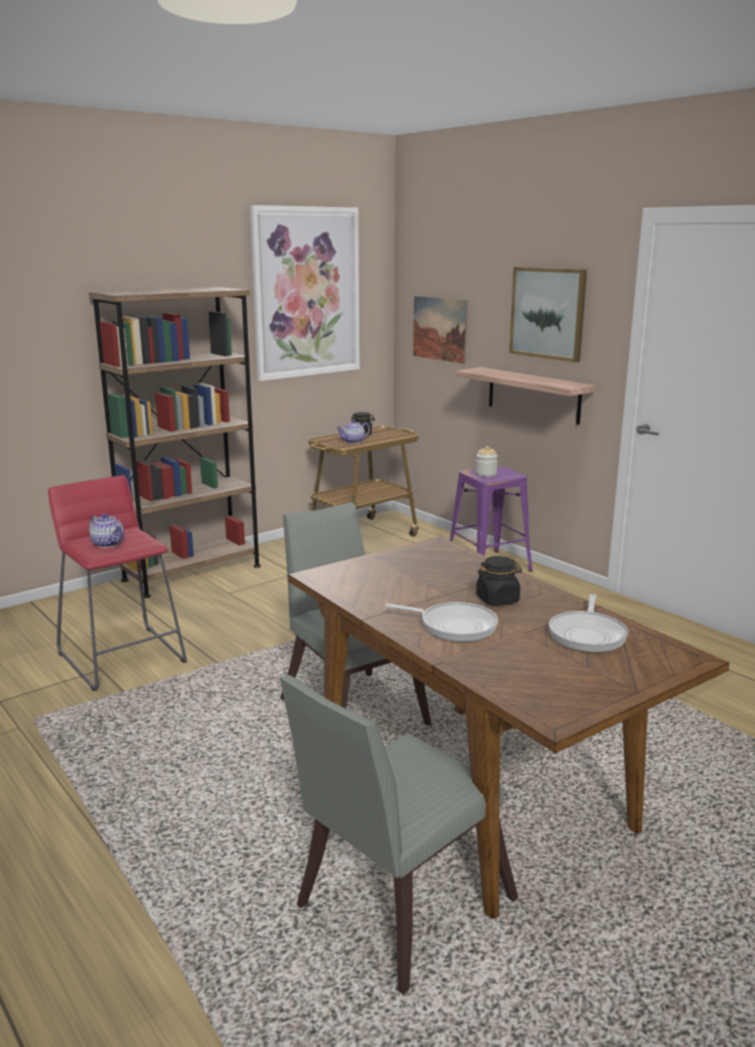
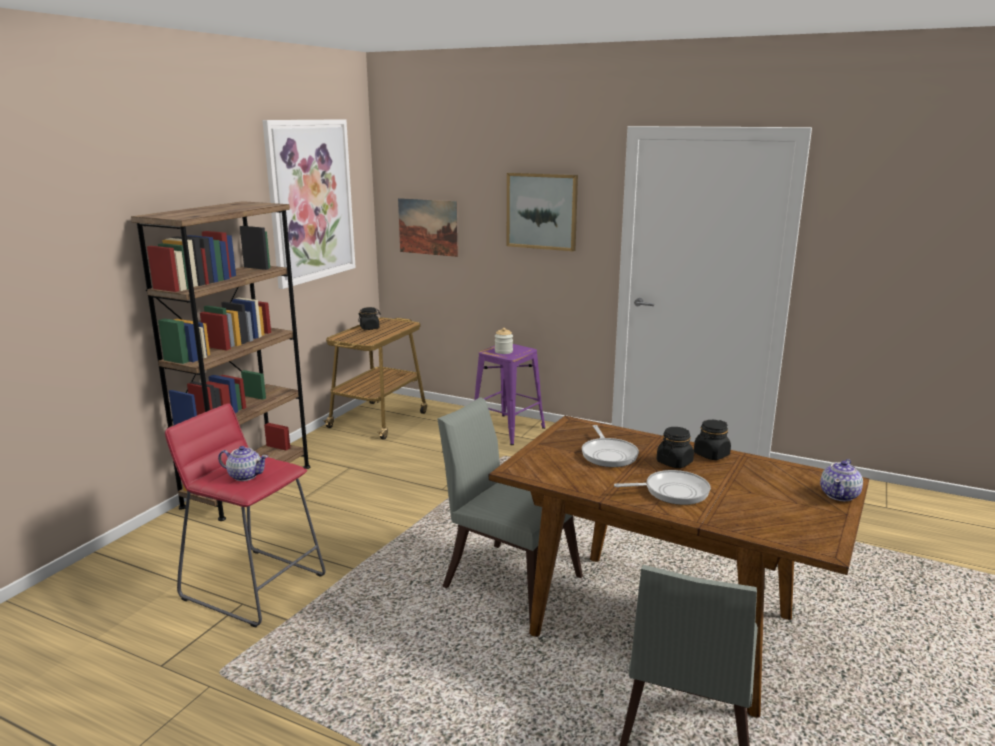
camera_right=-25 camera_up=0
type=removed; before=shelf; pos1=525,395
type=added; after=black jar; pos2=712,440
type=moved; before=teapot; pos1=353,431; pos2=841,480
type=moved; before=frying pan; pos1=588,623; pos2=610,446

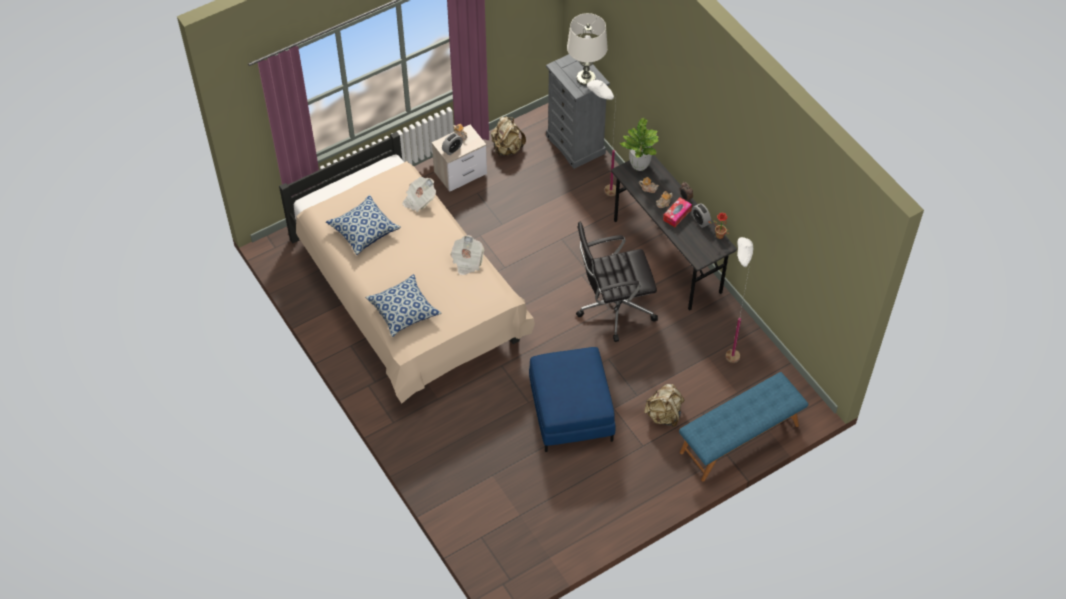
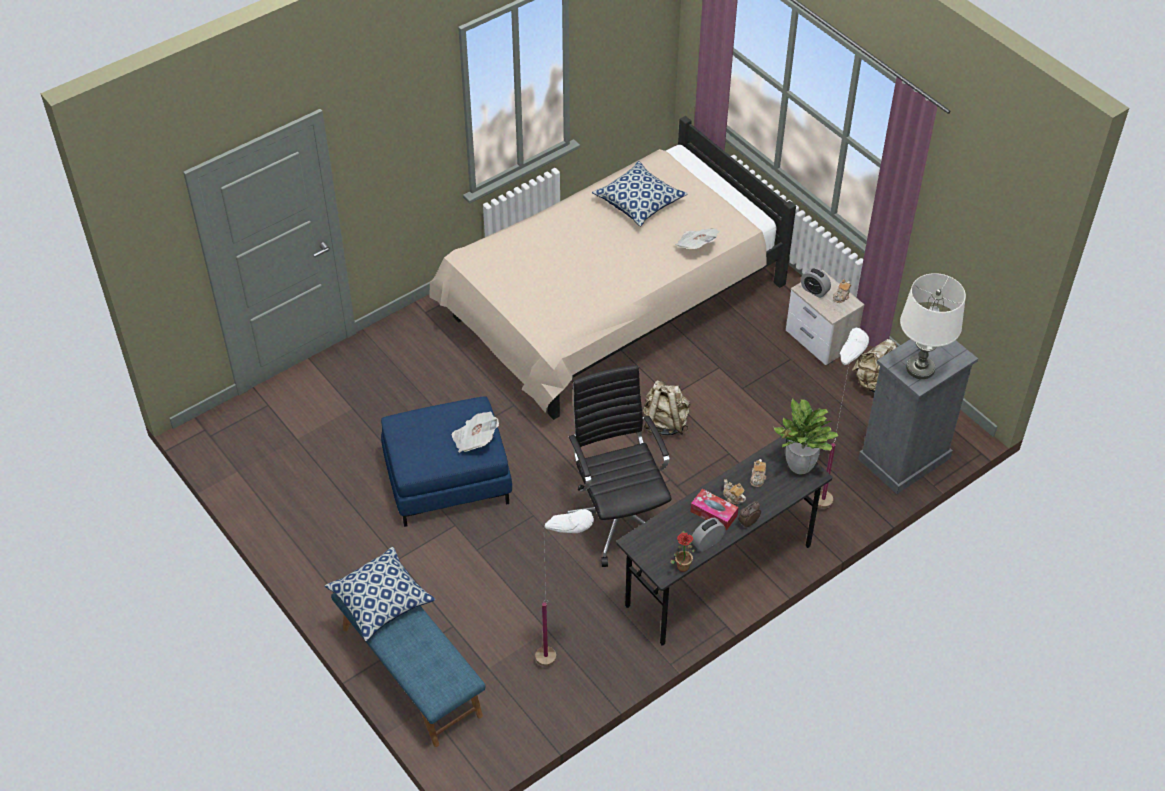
camera_right=85 camera_up=-5
type=moved; before=pillow; pos1=403,305; pos2=380,594
type=moved; before=newspaper; pos1=467,255; pos2=475,432
type=moved; before=beige backpack; pos1=664,405; pos2=666,407

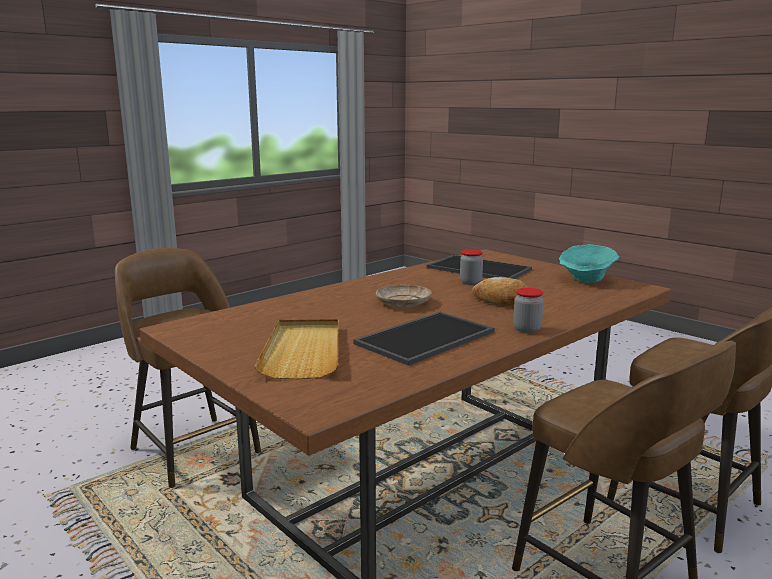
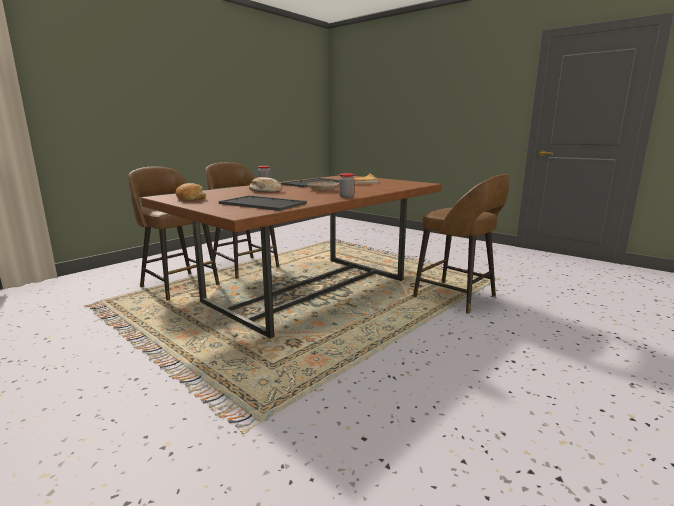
camera_right=175 camera_up=0
type=moved; before=jar; pos1=471,267; pos2=347,185
type=replaced; before=turquoise bowl; after=bread; pos1=589,263; pos2=191,192

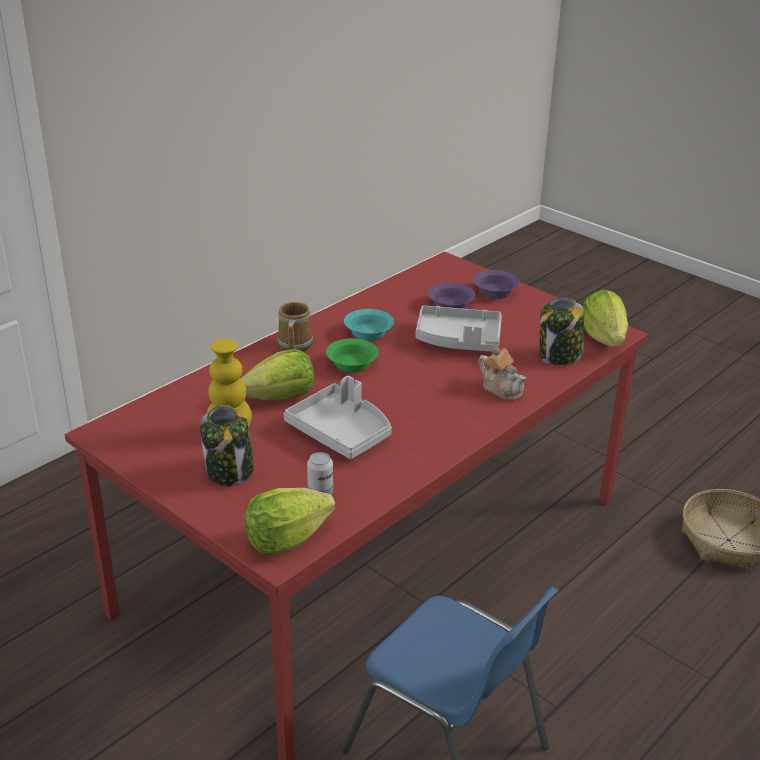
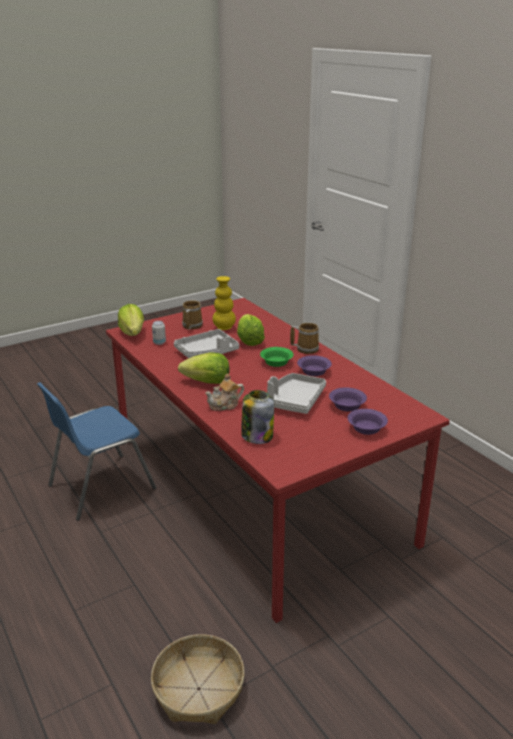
camera_right=105 camera_up=-5
type=moved; before=lettuce; pos1=605,318; pos2=204,368
type=replaced; before=jar; after=mug; pos1=227,445; pos2=192,315
type=recoloured; before=turquoise bowl; after=purple bowl; pos1=369,325; pos2=314,365

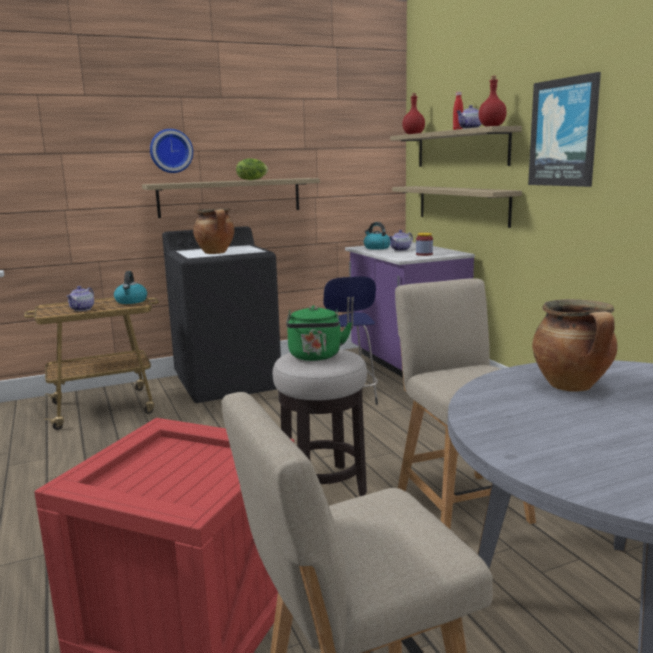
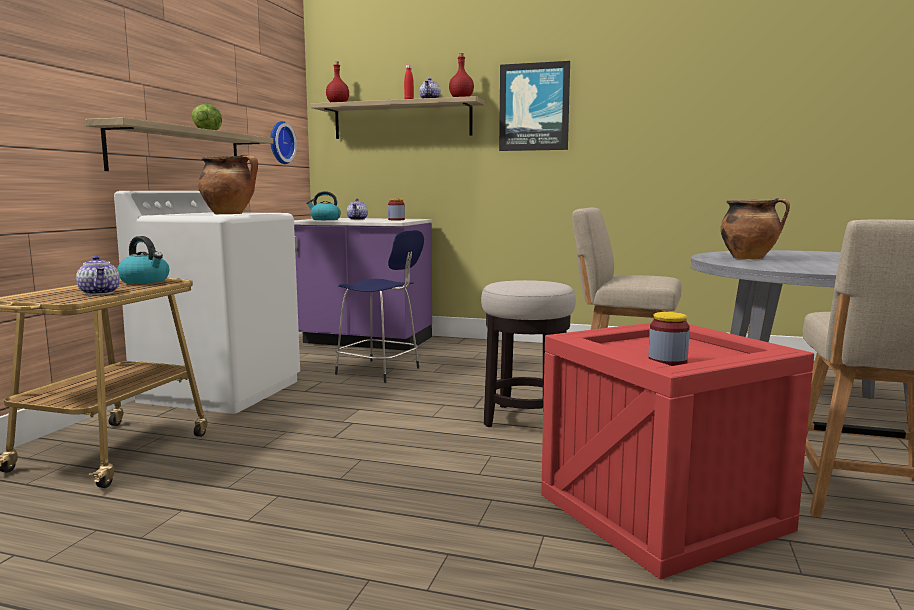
camera_right=-50 camera_up=-5
type=removed; before=green kettle; pos1=319,333
type=removed; before=shelf; pos1=457,207
type=added; after=jar; pos2=669,339
type=moved; before=wall clock; pos1=171,151; pos2=283,142
type=recoloured; before=black washing machine; after=white washing machine; pos1=221,314; pos2=207,302

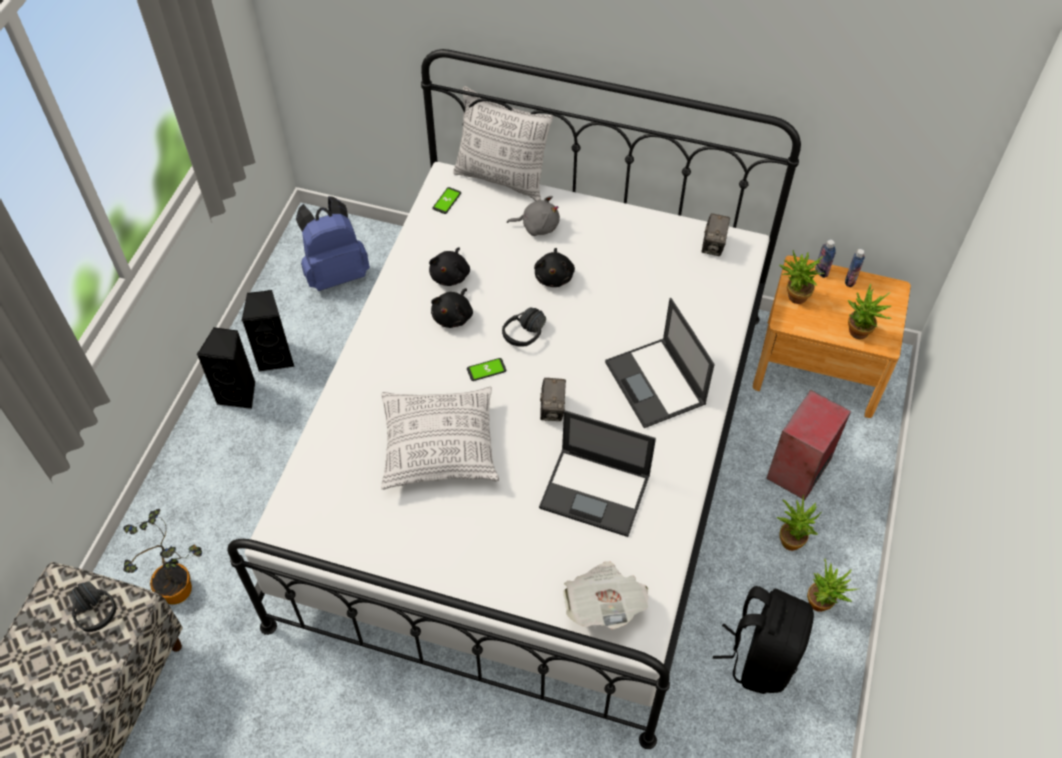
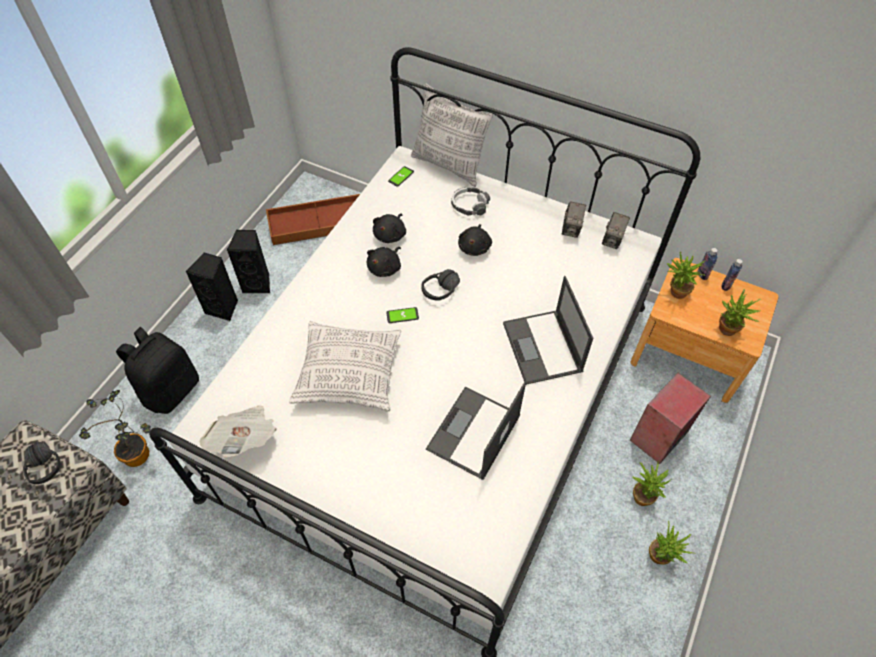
camera_right=10 camera_up=0
type=moved; before=photo camera; pos1=553,399; pos2=574,219
type=moved; before=newspaper; pos1=606,595; pos2=238,431
type=moved; before=black backpack; pos1=763,640; pos2=157,370
type=replaced; before=blue backpack; after=brown storage box; pos1=333,243; pos2=313,219
type=replaced; before=grey plush toy; after=headphones; pos1=533,216; pos2=470,201
type=turned; before=laptop; pos1=597,474; pos2=476,431; turn=90

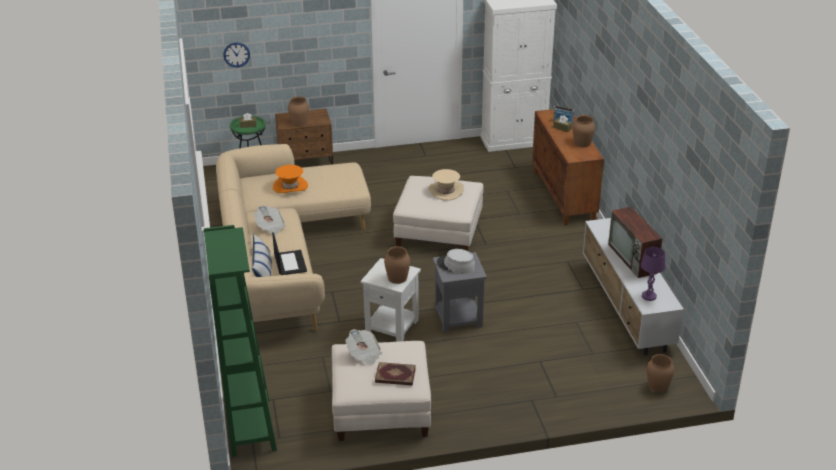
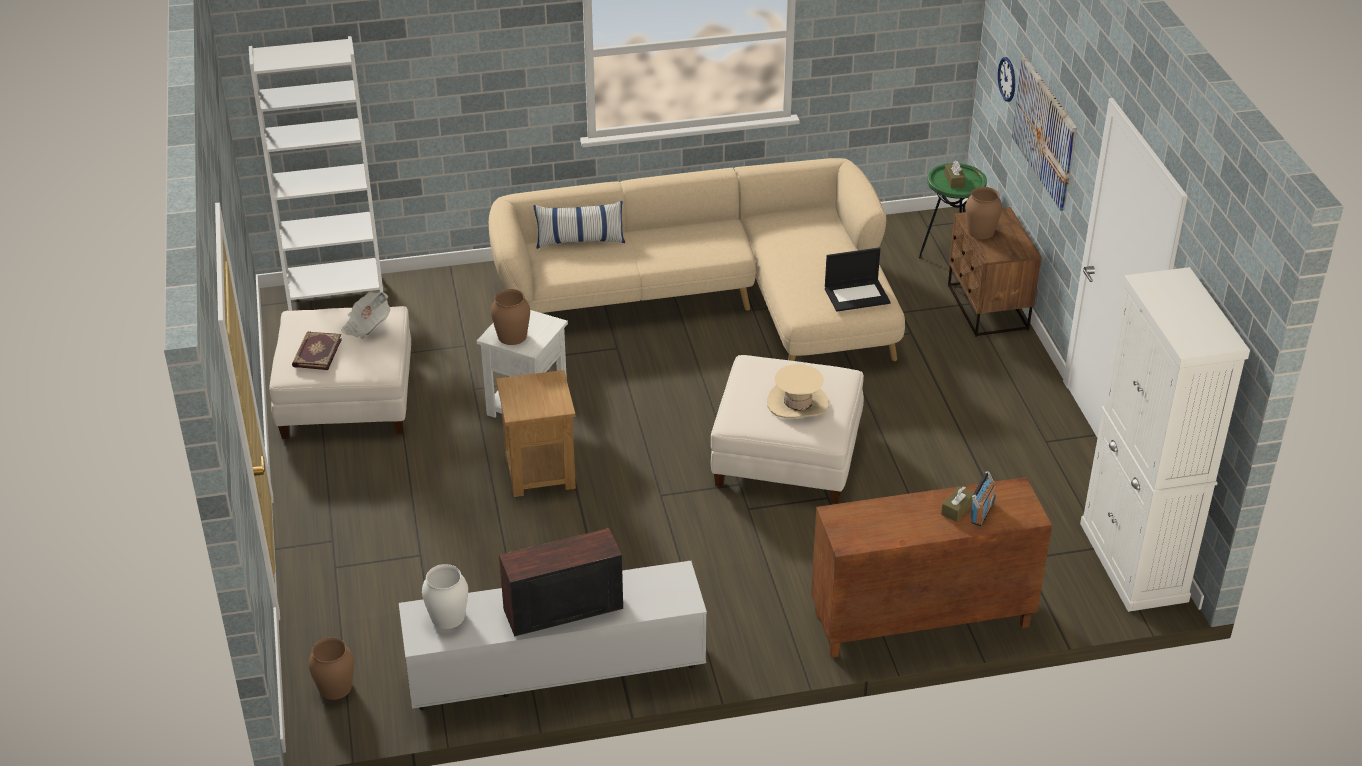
camera_right=90 camera_up=5
type=removed; before=newspaper; pos1=270,220
type=removed; before=orange hat; pos1=290,179
type=removed; before=grey hat; pos1=456,261
type=removed; before=brown vase; pos1=583,131
type=added; after=picture; pos2=1044,133
type=moved; before=laptop; pos1=289,253; pos2=857,279
type=replaced; before=purple table lamp; after=white vase; pos1=653,274; pos2=445,596
type=recoloured; before=green bookcase; after=white bookcase; pos1=240,341; pos2=316,173
type=recoloured; before=grey side table; after=brown side table; pos1=460,292; pos2=536,433

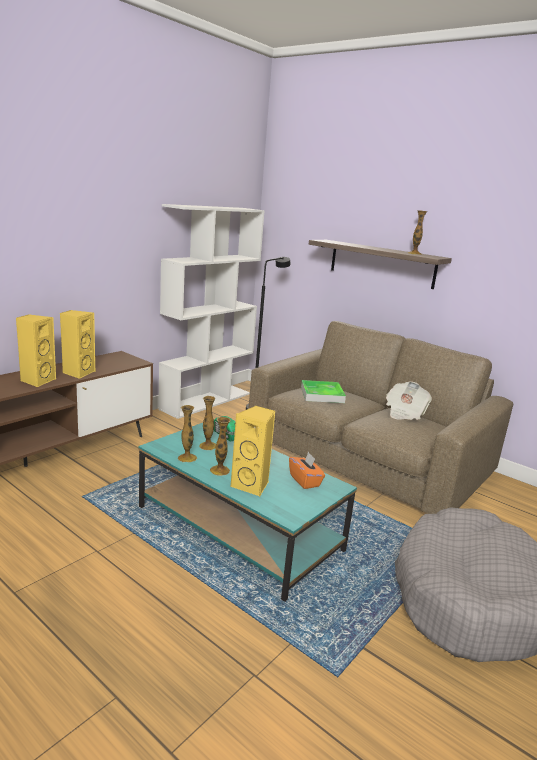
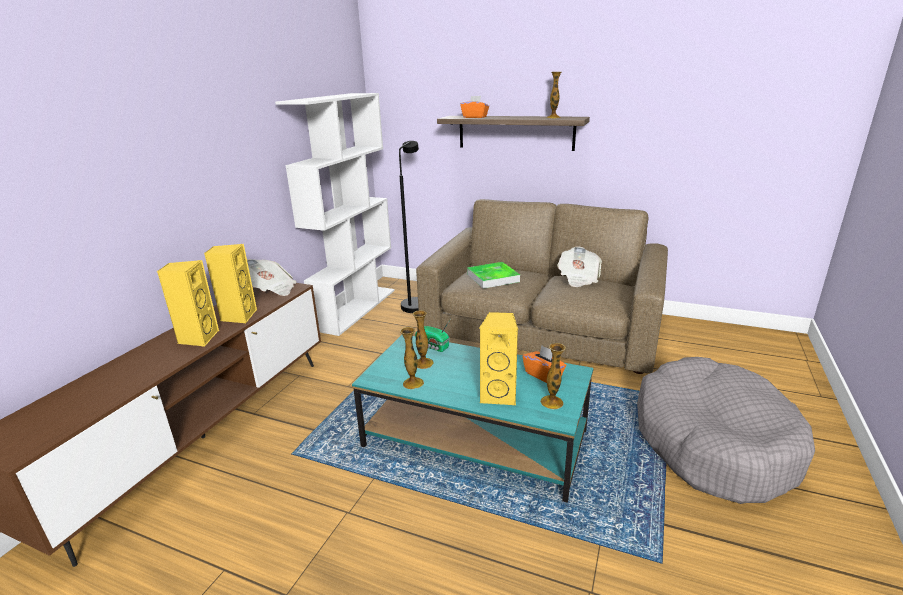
camera_right=-15 camera_up=5
type=added; after=newspaper; pos2=271,277
type=added; after=orange tissue box; pos2=474,107
type=moved; before=vase; pos1=220,446; pos2=553,376

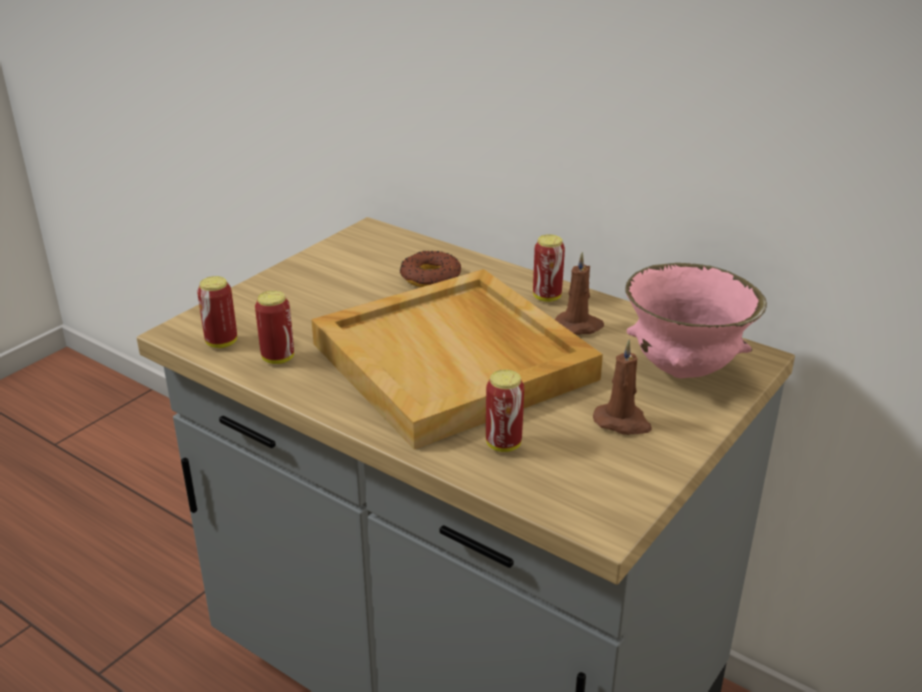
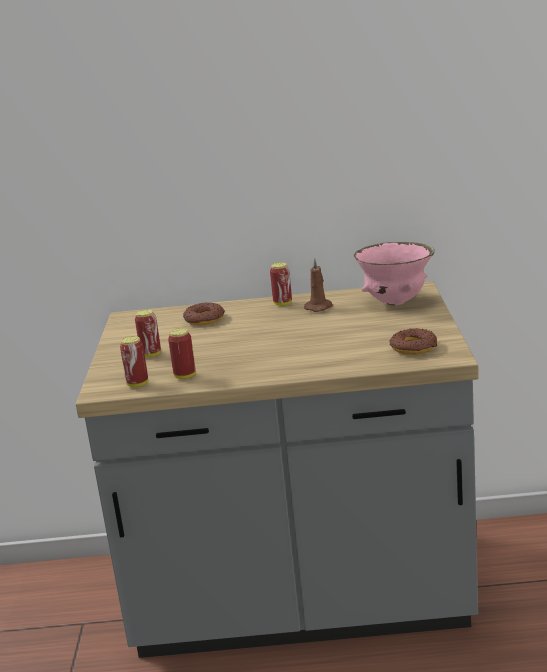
camera_right=-35 camera_up=-10
type=removed; before=beige tray; pos1=457,359
type=removed; before=brown candle; pos1=622,387
type=added; after=donut; pos2=413,341
type=moved; before=can; pos1=505,411; pos2=148,333

